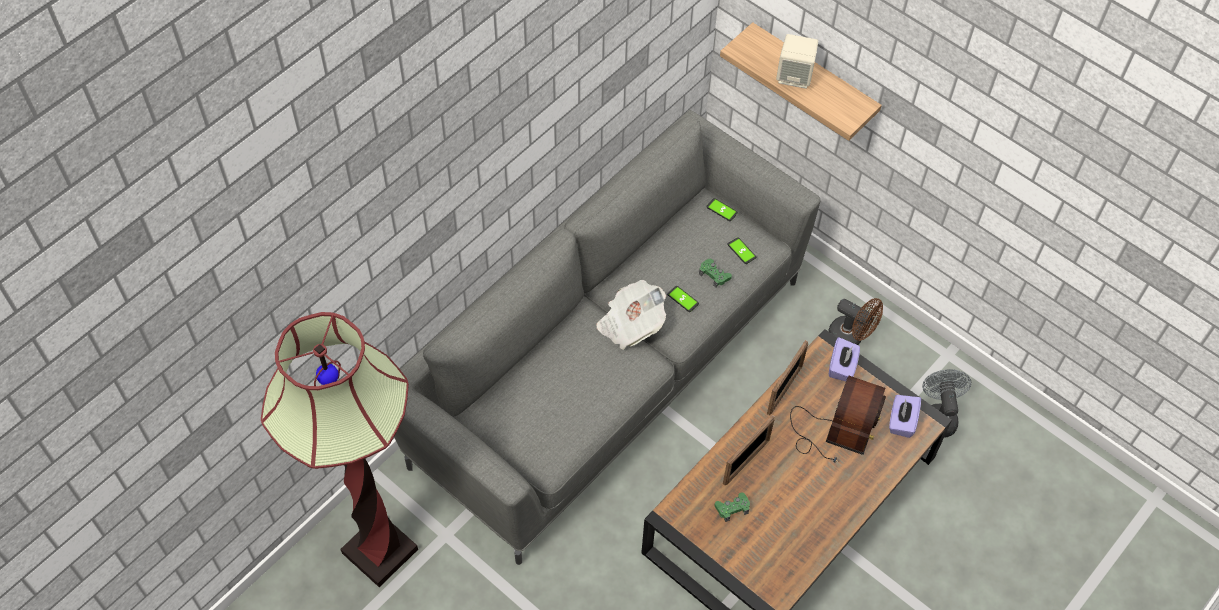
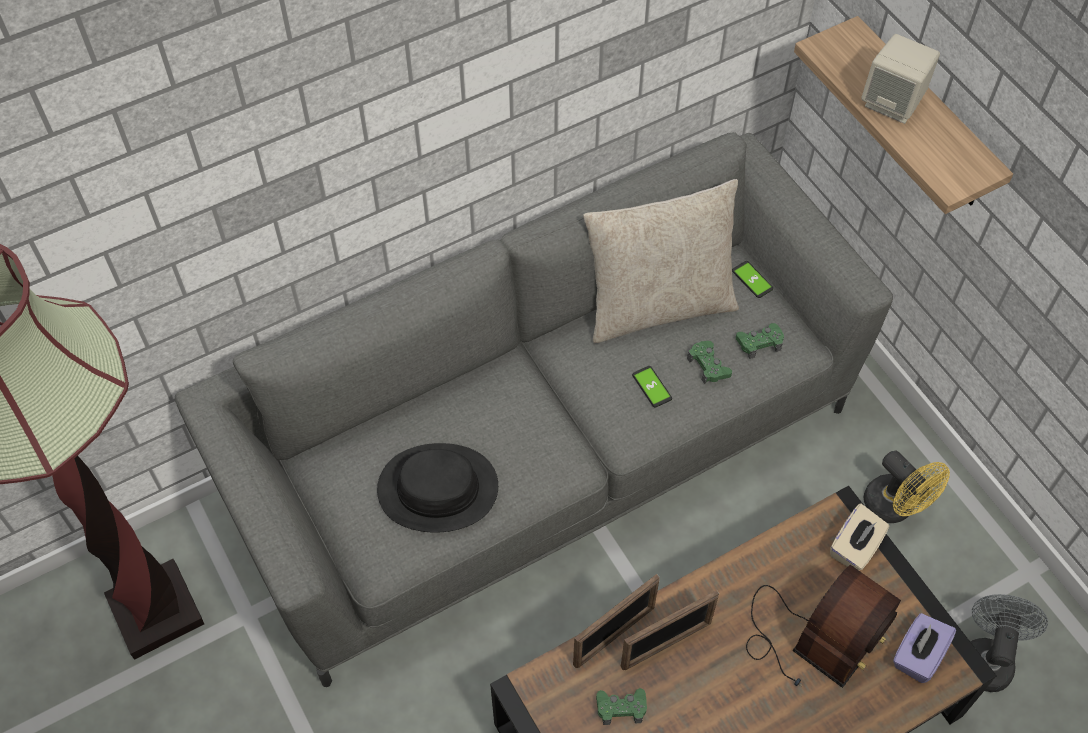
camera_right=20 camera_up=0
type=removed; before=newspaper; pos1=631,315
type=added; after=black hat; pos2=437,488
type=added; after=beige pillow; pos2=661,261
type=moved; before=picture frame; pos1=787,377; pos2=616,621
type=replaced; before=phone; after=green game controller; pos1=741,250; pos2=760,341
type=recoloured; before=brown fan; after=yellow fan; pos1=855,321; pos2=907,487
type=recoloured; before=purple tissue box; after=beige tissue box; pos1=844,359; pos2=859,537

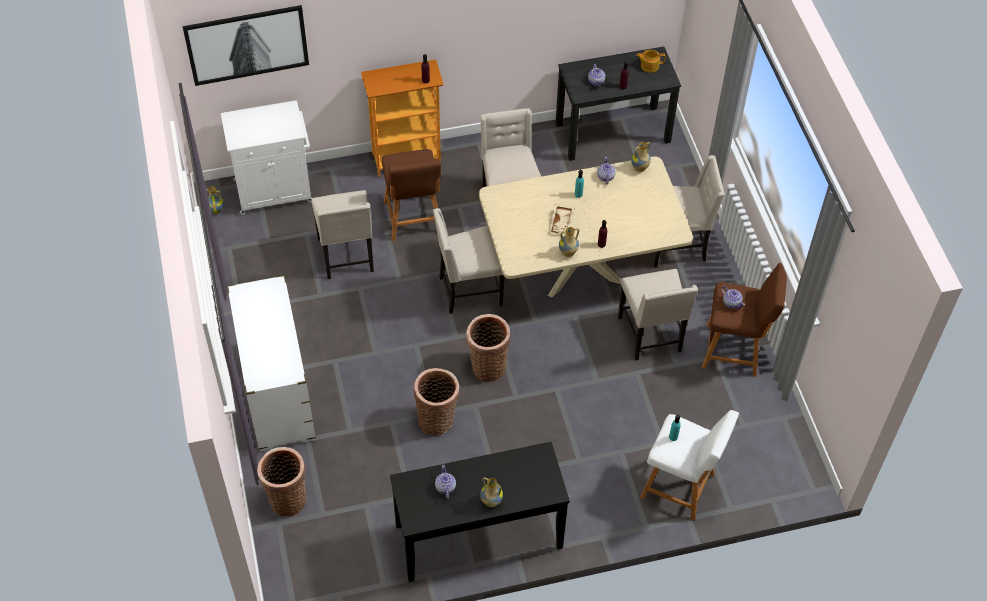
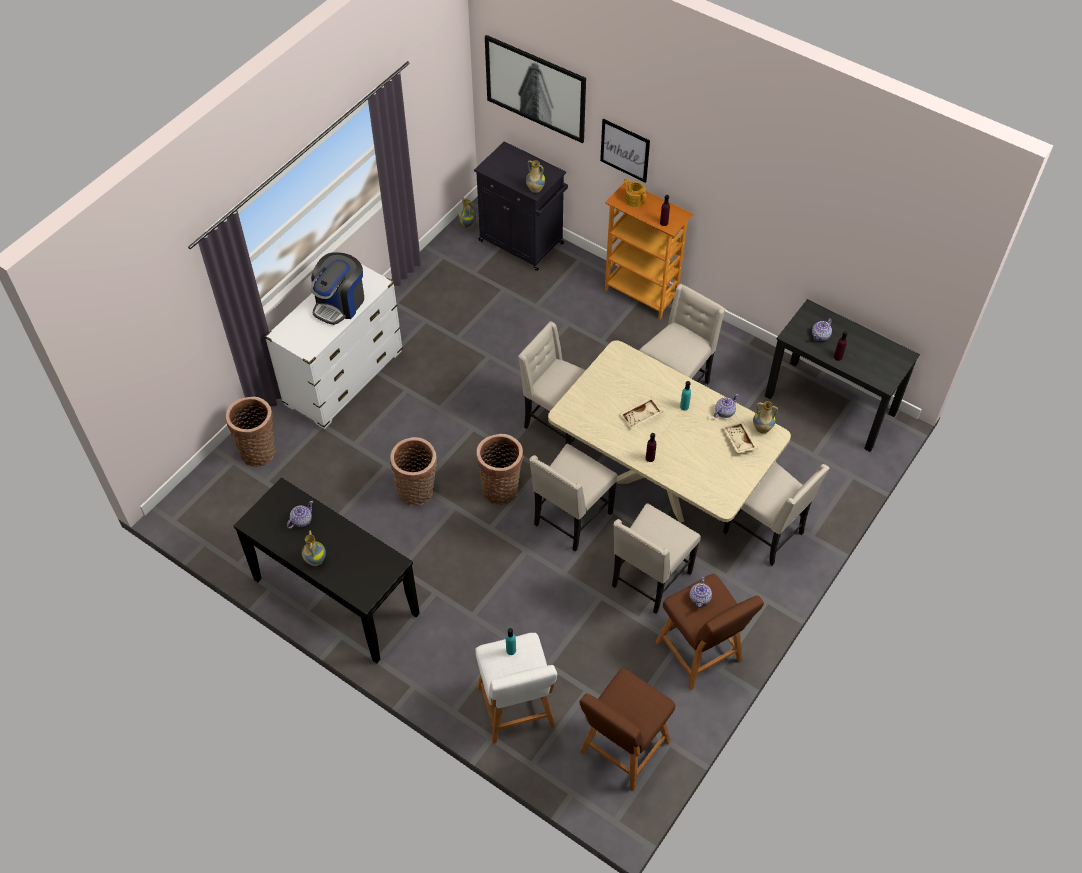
camera_right=50 camera_up=0
type=added; after=coffee machine; pos2=337,288
type=added; after=picture; pos2=625,151
type=added; after=beige tray; pos2=740,437
type=moved; before=beige chair; pos1=342,234; pos2=573,498
type=moved; before=brown stool; pos1=411,195; pos2=627,730
type=moved; before=vase; pos1=569,242; pos2=535,176
type=moved; before=teapot; pos1=650,61; pos2=635,193
type=recoloured; before=white cabinet; after=black cabinet; pos1=266,157; pos2=521,206

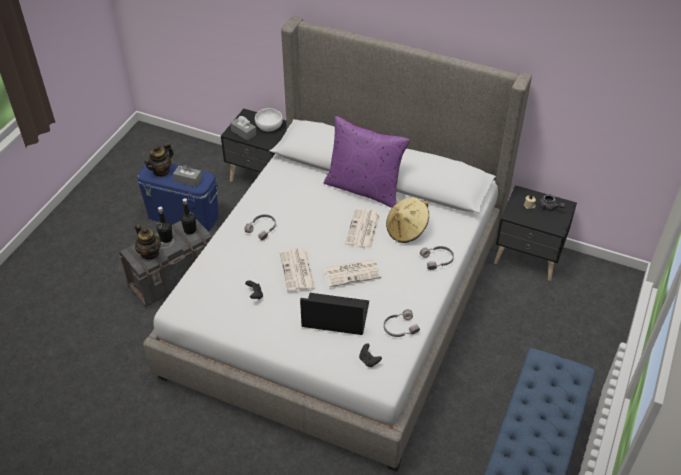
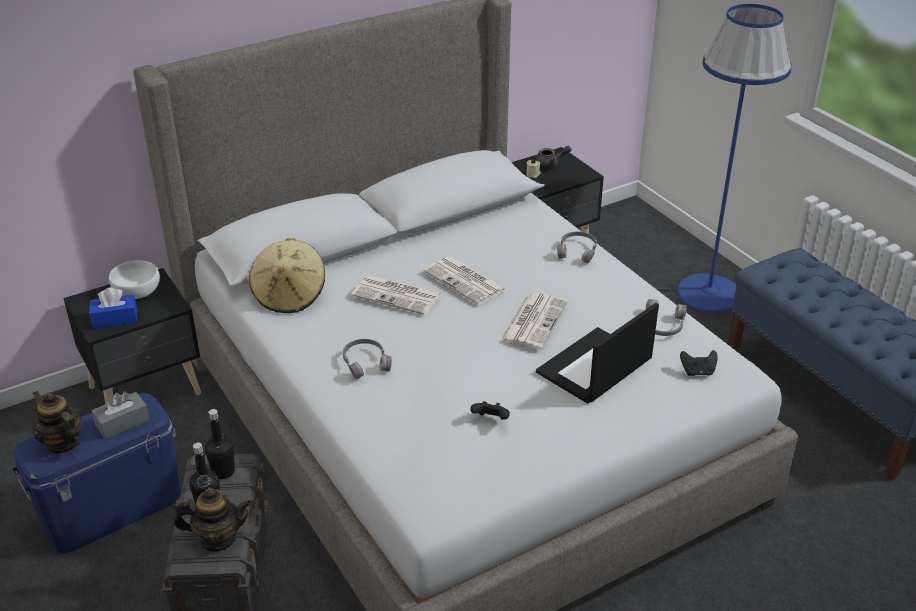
camera_right=-55 camera_up=-10
type=removed; before=purple pillow; pos1=367,162
type=added; after=blue floor lamp; pos2=734,158
type=moved; before=newspaper; pos1=297,270; pos2=396,295
type=moved; before=beige hat; pos1=407,220; pos2=287,275
type=recoloured; before=grey tissue box; after=blue tissue box; pos1=243,128; pos2=113,308
type=turned; before=teapot; pos1=159,160; pos2=57,423; turn=150

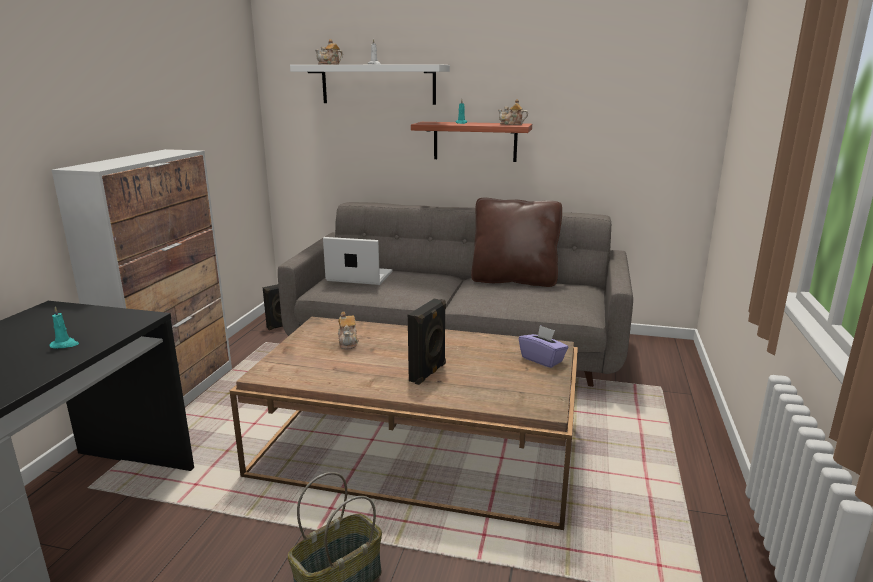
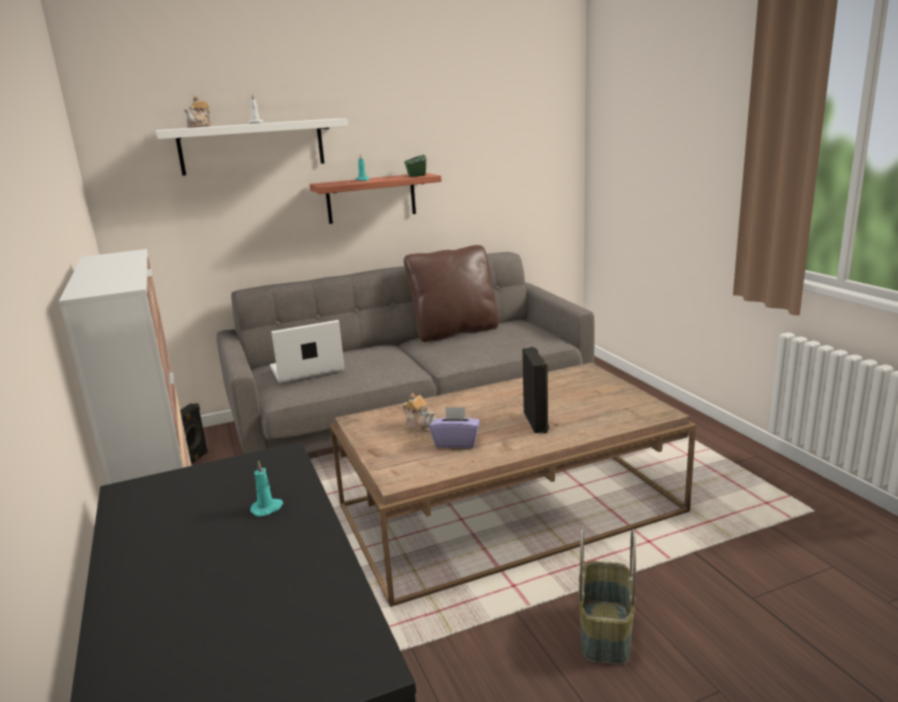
camera_right=-35 camera_up=0
type=moved; before=purple tissue box; pos1=543,346; pos2=454,427
type=replaced; before=teapot; after=green tissue box; pos1=513,112; pos2=415,163

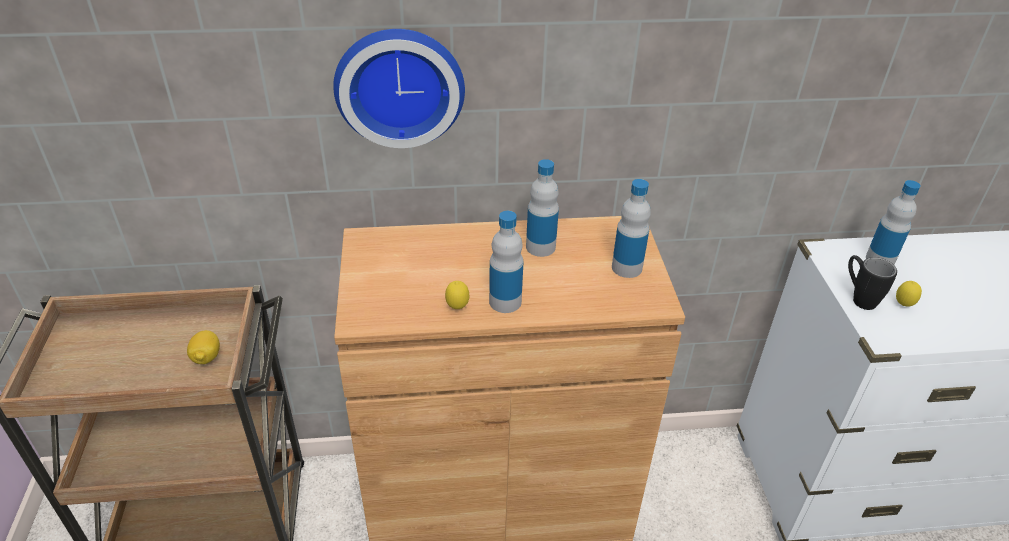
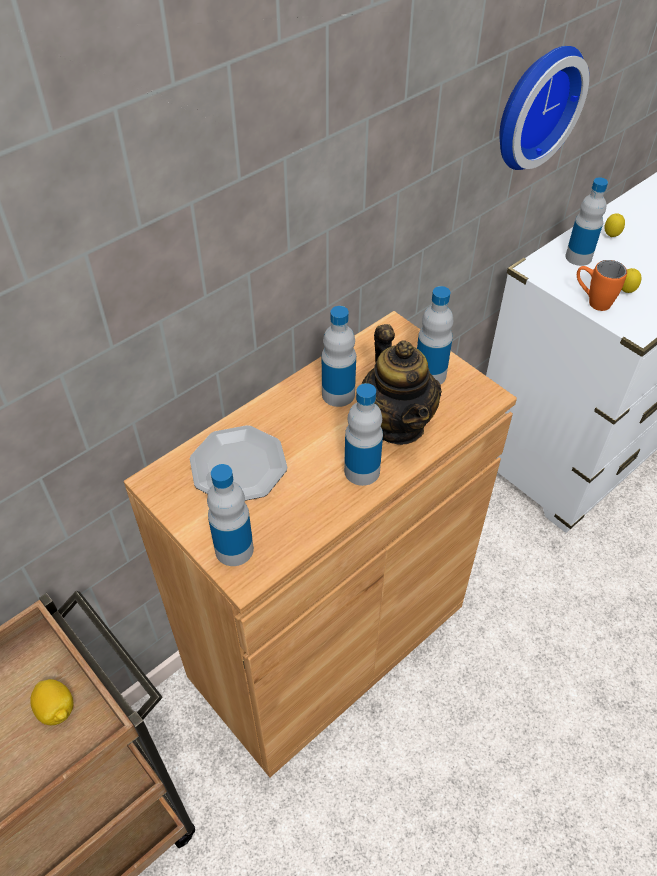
camera_right=-35 camera_up=10
type=added; after=plate; pos2=238,463
type=added; after=bottle; pos2=230,515
type=added; after=teapot; pos2=402,384
type=moved; before=wall clock; pos1=399,88; pos2=544,108
type=moved; before=lemon; pos1=457,295; pos2=614,225
type=recoloured; before=black mug; after=orange mug; pos1=872,282; pos2=602,285

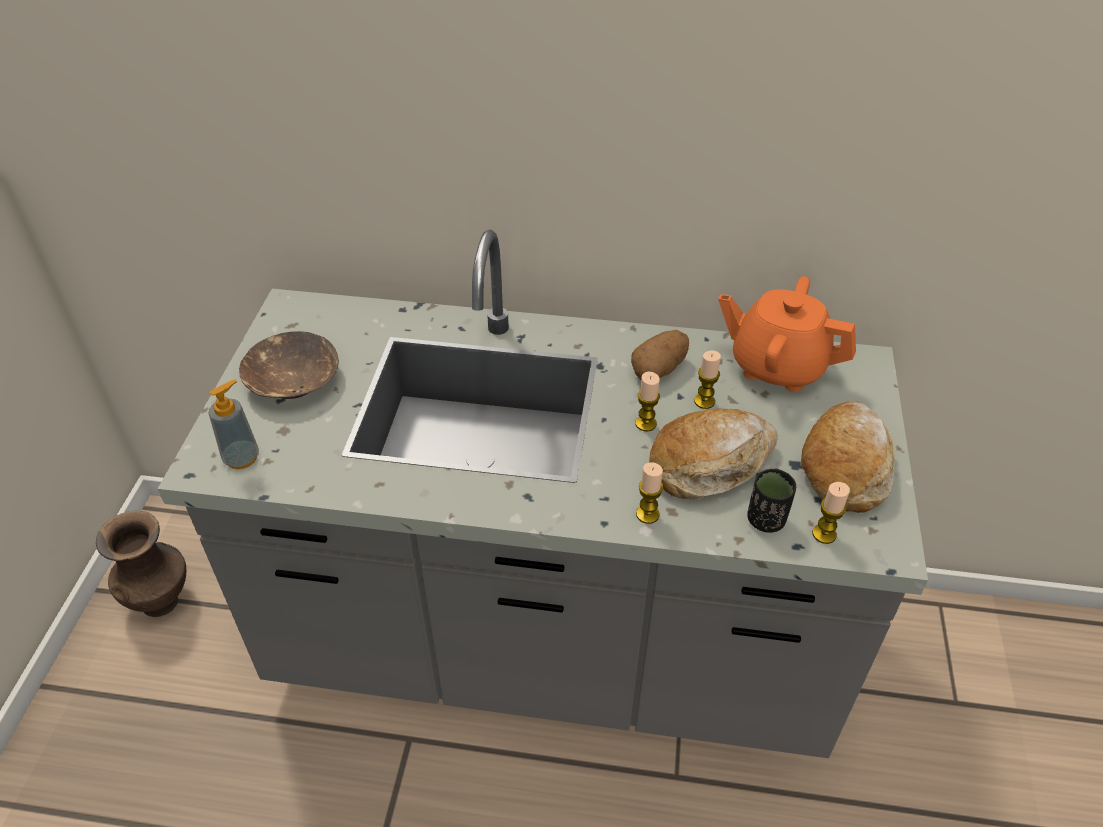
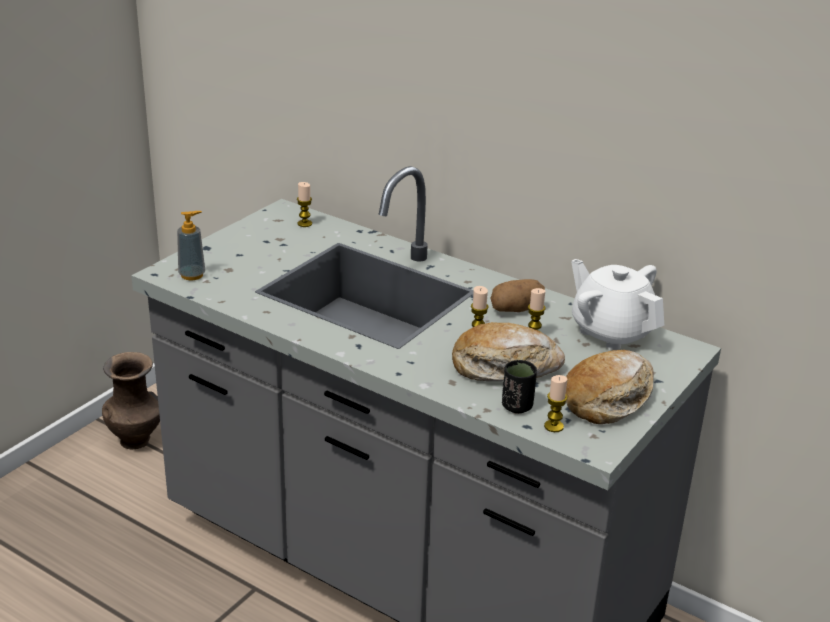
camera_right=25 camera_up=-15
type=removed; before=brown bowl; pos1=289,365
type=moved; before=candle; pos1=649,493; pos2=304,204
type=recoloured; before=orange teapot; after=white teapot; pos1=787,334; pos2=617,304

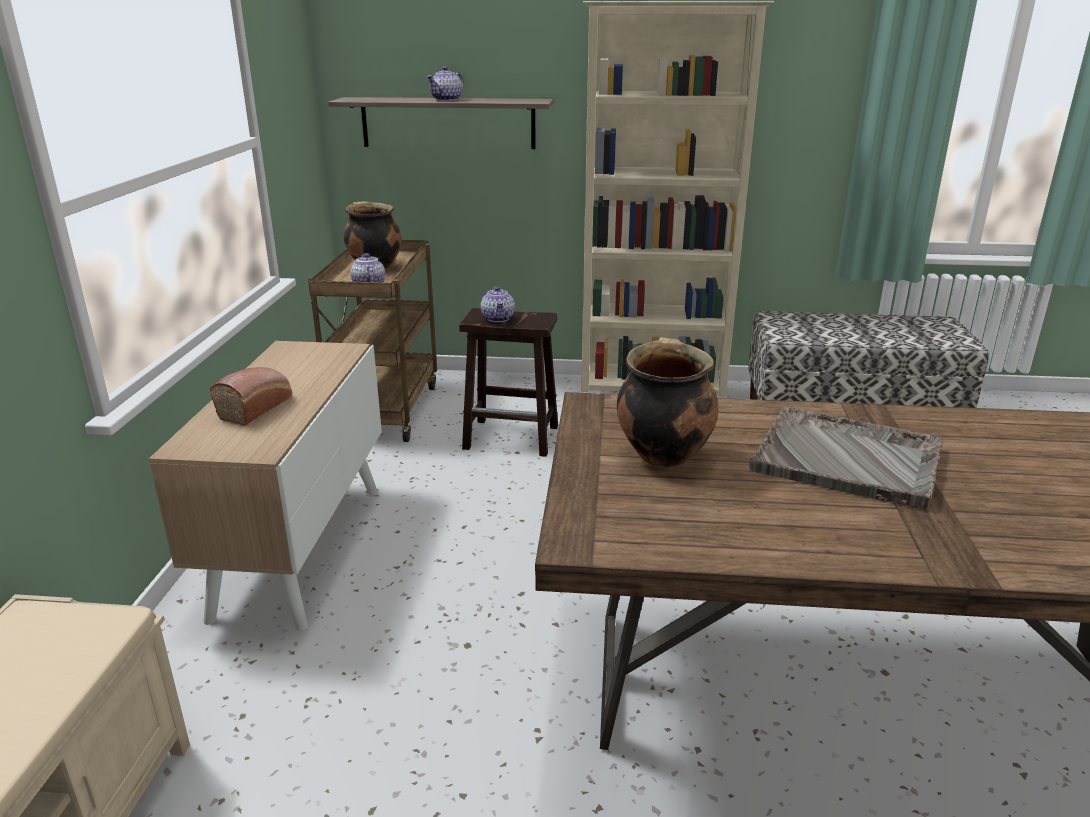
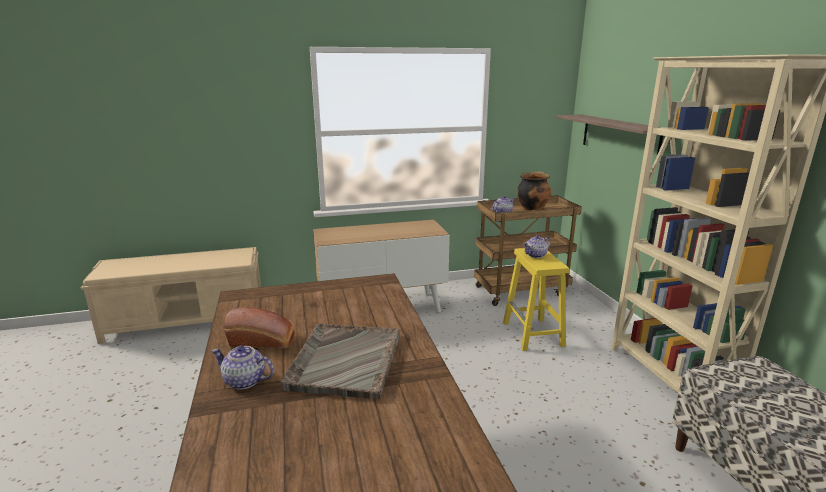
camera_right=70 camera_up=-5
type=removed; before=cooking pot; pos1=667,402
type=moved; before=bread; pos1=251,396; pos2=259,327
type=moved; before=teapot; pos1=445,84; pos2=242,367
type=recoloured; before=brown stool; after=yellow stool; pos1=508,382; pos2=536,299

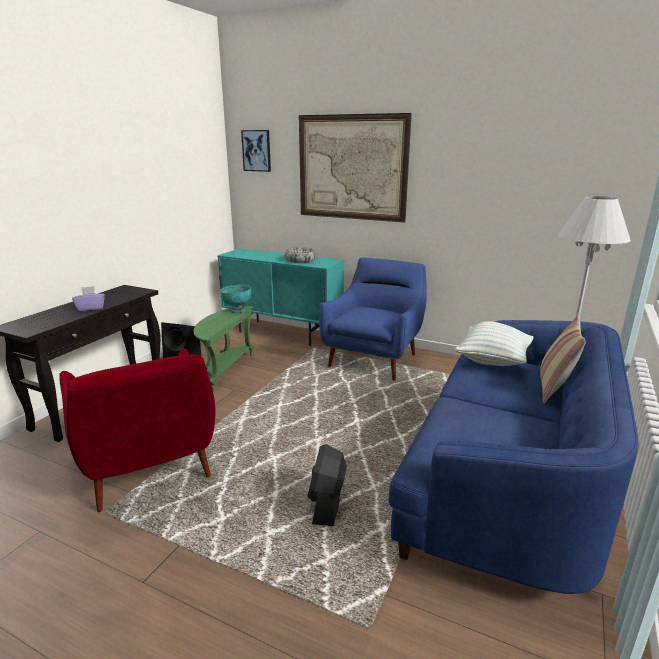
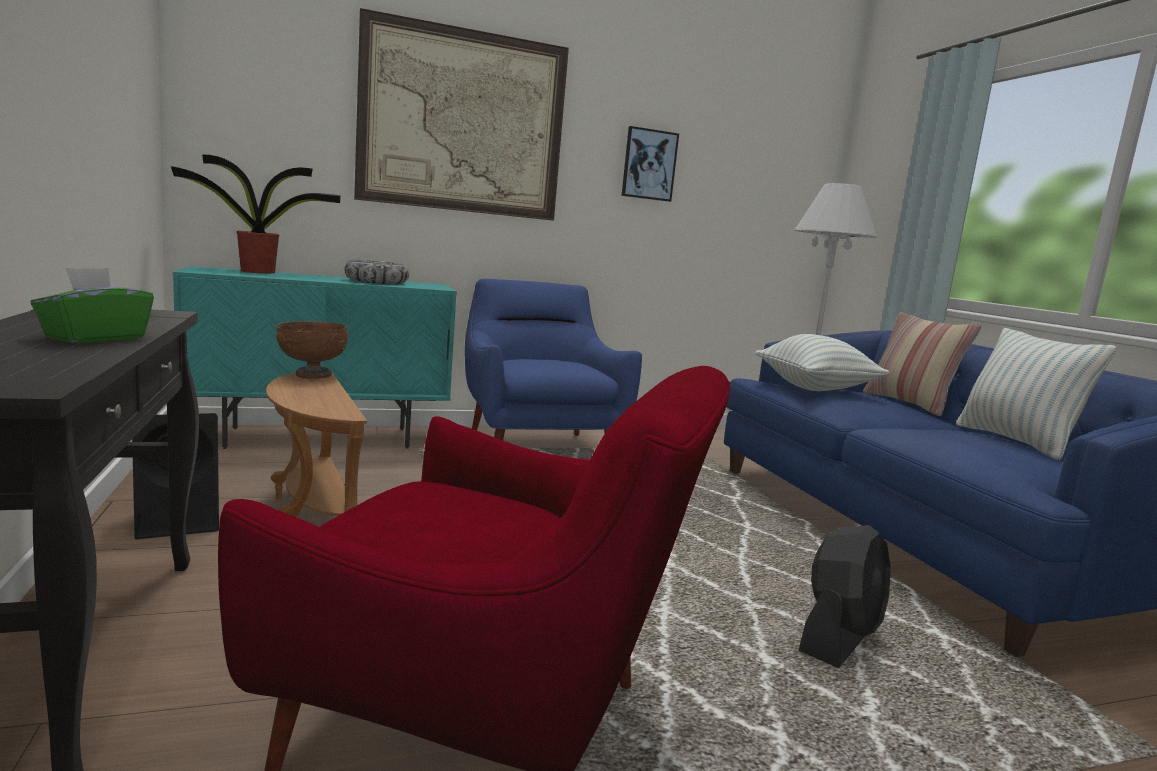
camera_right=-45 camera_up=-10
type=added; after=potted plant; pos2=256,214
type=added; after=pillow; pos2=1036,394
type=moved; before=picture; pos1=256,151; pos2=650,164
type=recoloured; before=purple tissue box; after=green tissue box; pos1=88,298; pos2=92,305
type=recoloured; before=green side table; after=brown side table; pos1=223,349; pos2=316,443
type=recoloured; before=turquoise bowl; after=brown bowl; pos1=235,299; pos2=312,350
type=turned; before=black fan; pos1=327,485; pos2=845,596; turn=-105

